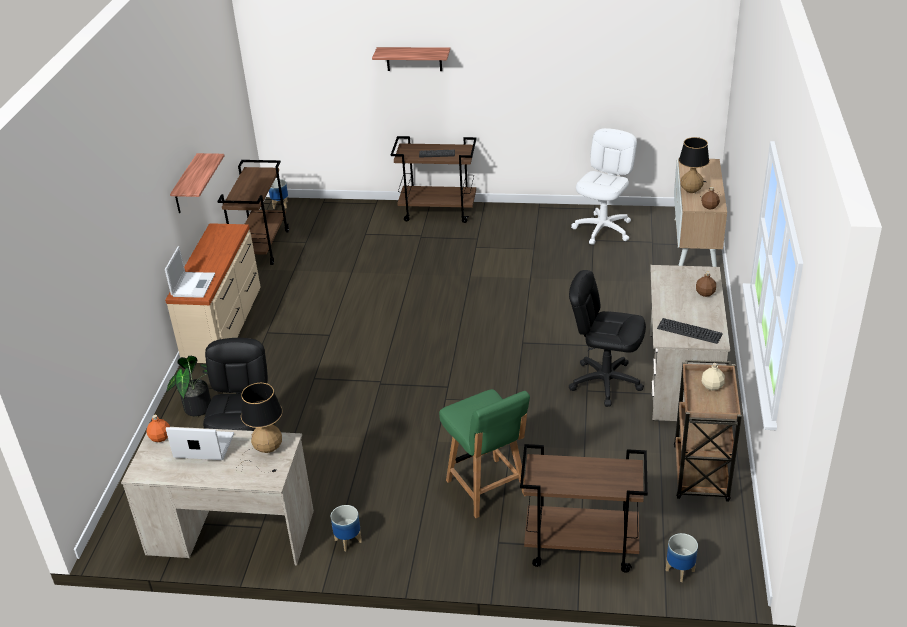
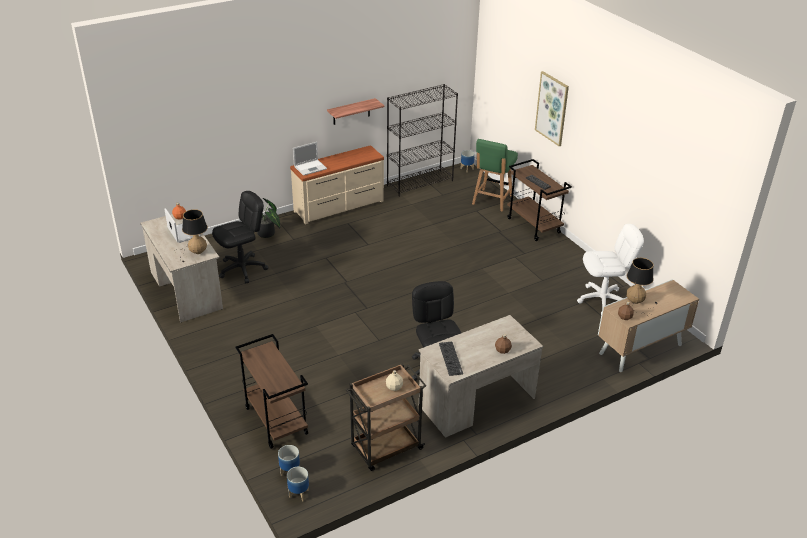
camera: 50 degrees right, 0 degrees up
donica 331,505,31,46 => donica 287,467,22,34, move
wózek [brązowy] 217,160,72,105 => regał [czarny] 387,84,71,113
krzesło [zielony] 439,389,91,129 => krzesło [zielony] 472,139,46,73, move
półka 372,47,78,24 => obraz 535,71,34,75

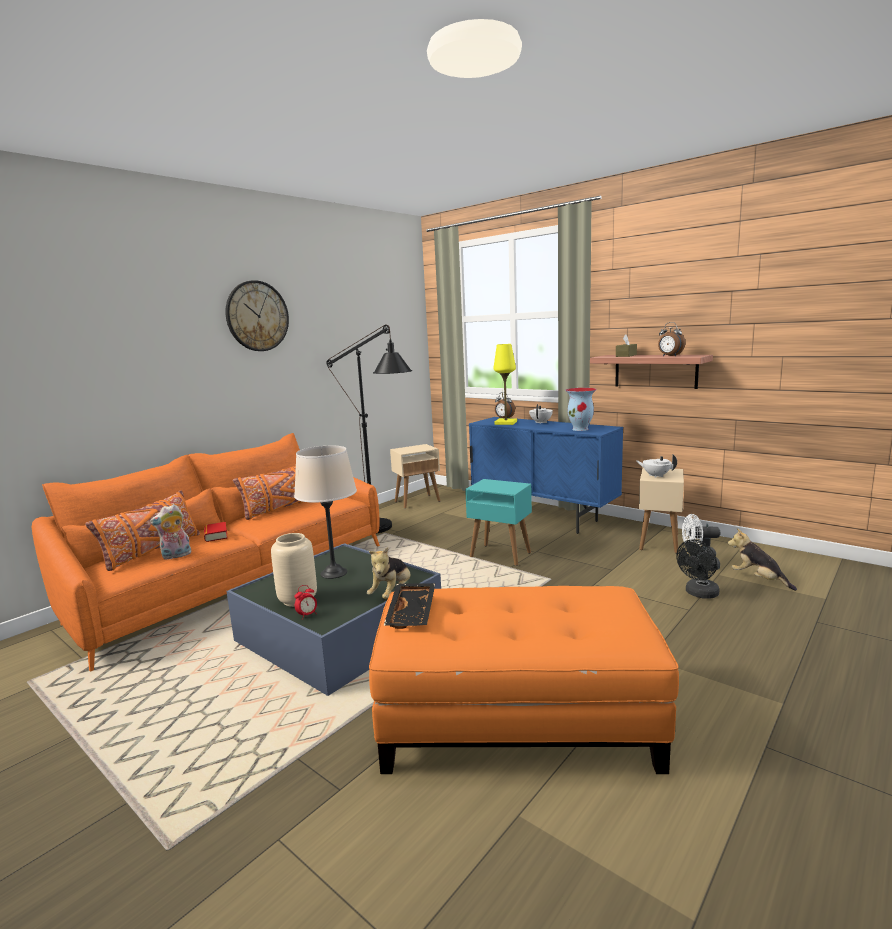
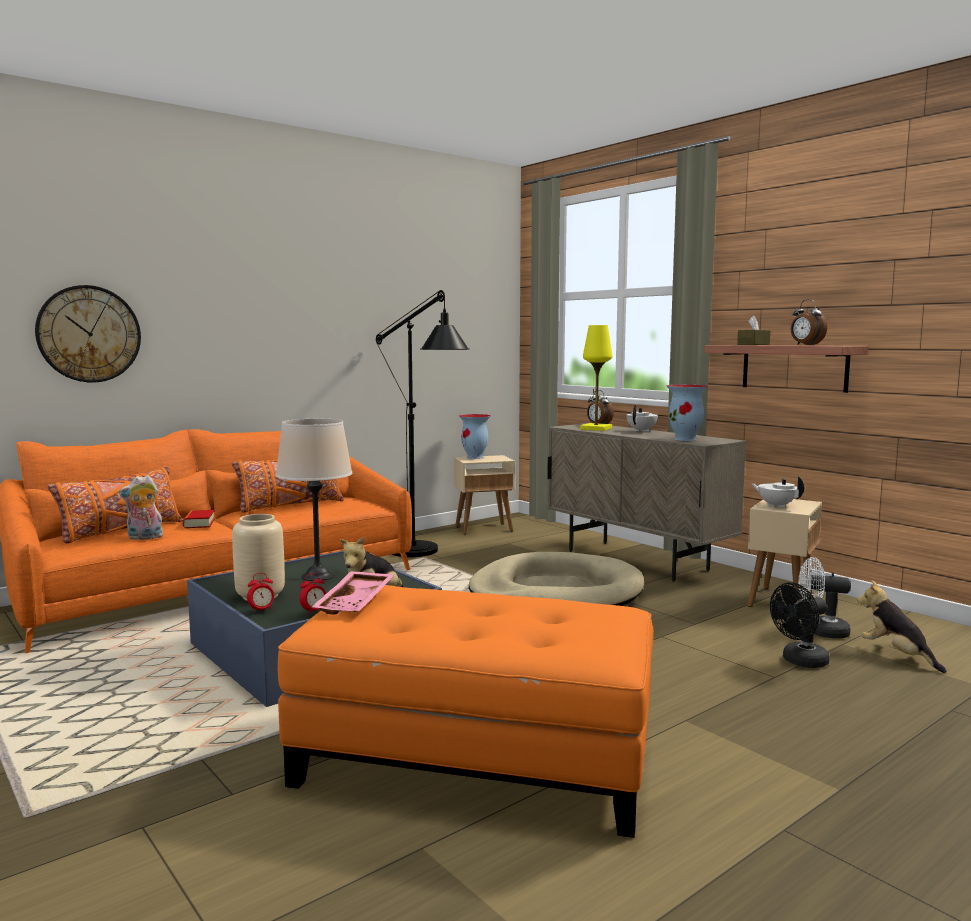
camera: 10 degrees right, 5 degrees down
zegar ścienny 225,280,64,71 => zegar ścienny 35,285,106,98, move
nothing => budzik 299,573,27,42
taca [czarny] 383,583,52,46 => taca [różowy] 312,571,82,44
nothing => wazon 459,414,32,45
stolik [turkusowy] 465,479,67,87 => legowisko [beżowy] 469,552,175,54
szafka [niebieski] 469,417,154,117 => szafka [beżowy] 547,423,199,159

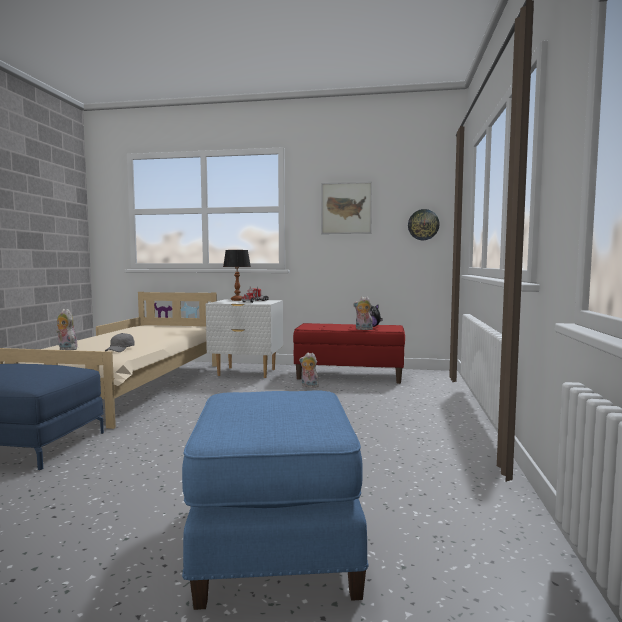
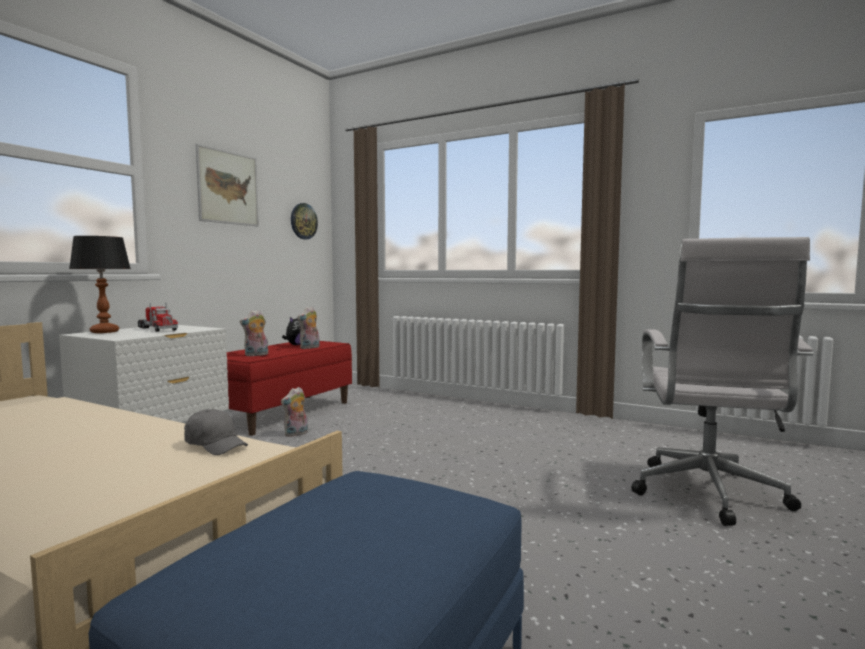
camera: 70 degrees left, 0 degrees up
pluszak 56,309,22,41 => pluszak 240,310,28,46, move
pufa [niebieski] 182,391,187,219 => krzesło biurowe [biały] 631,237,183,289

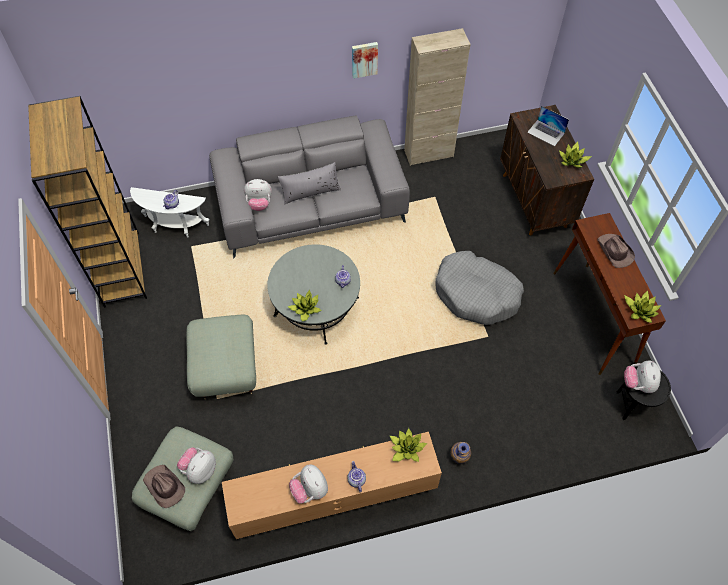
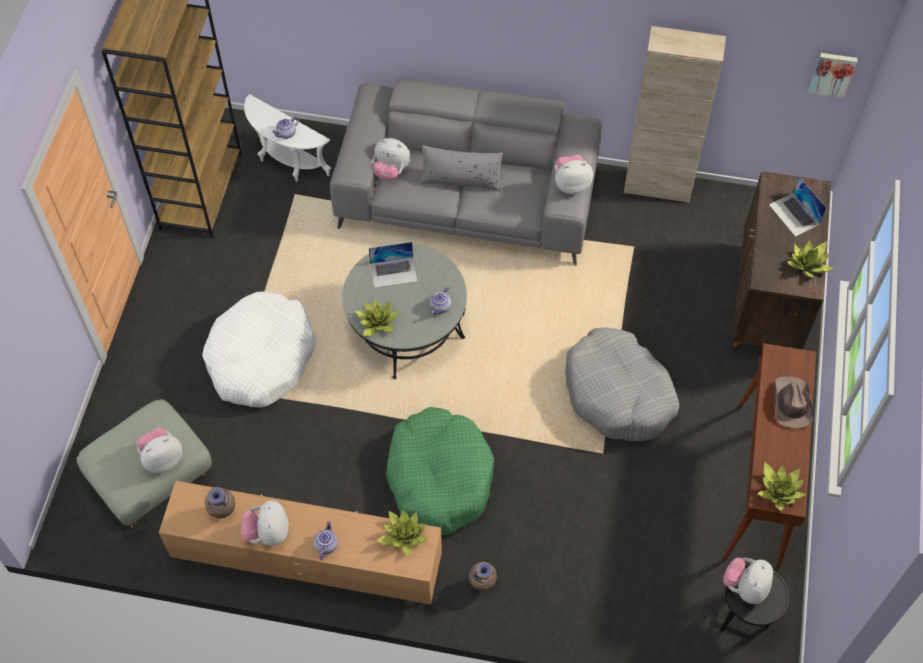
camera: 25 degrees right, 0 degrees up
pufa [szary] 186,315,70,85 => legowisko [biały] 202,291,114,117
nothing => wazon 205,487,30,31
nothing => laptop 369,242,49,46
nothing => legowisko [zielony] 386,407,108,128
nothing => pluszak 555,155,38,39
obraz 352,42,26,37 => obraz 809,53,48,45, move
kapelusz [brązowy] 143,465,42,43 => nothing

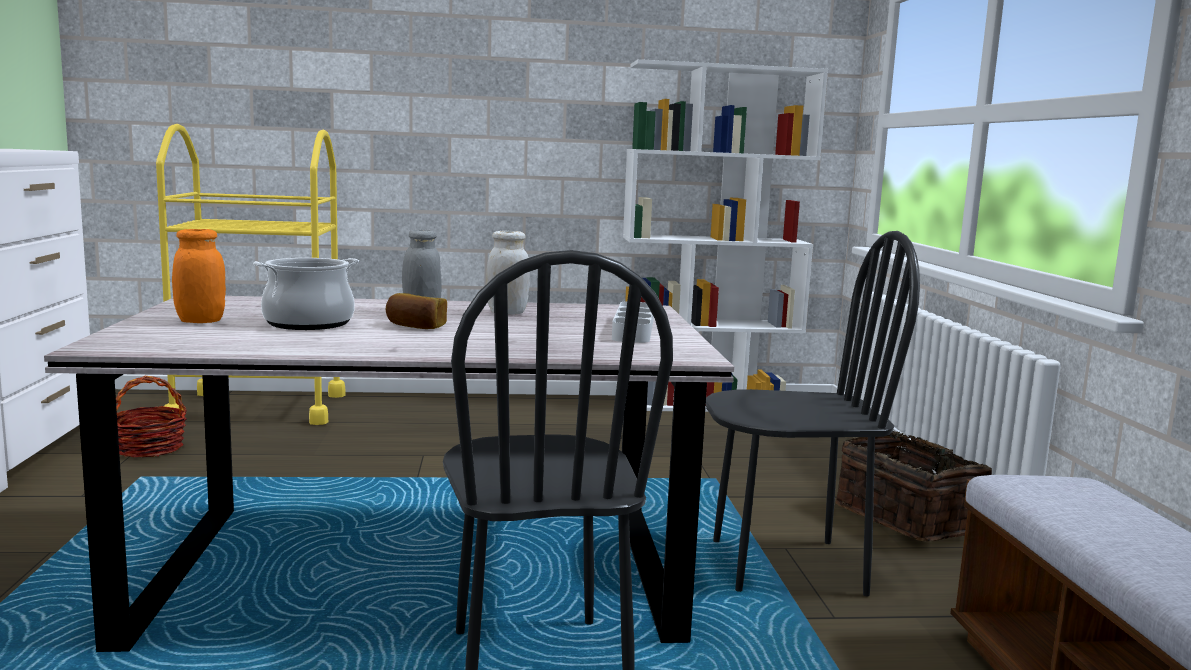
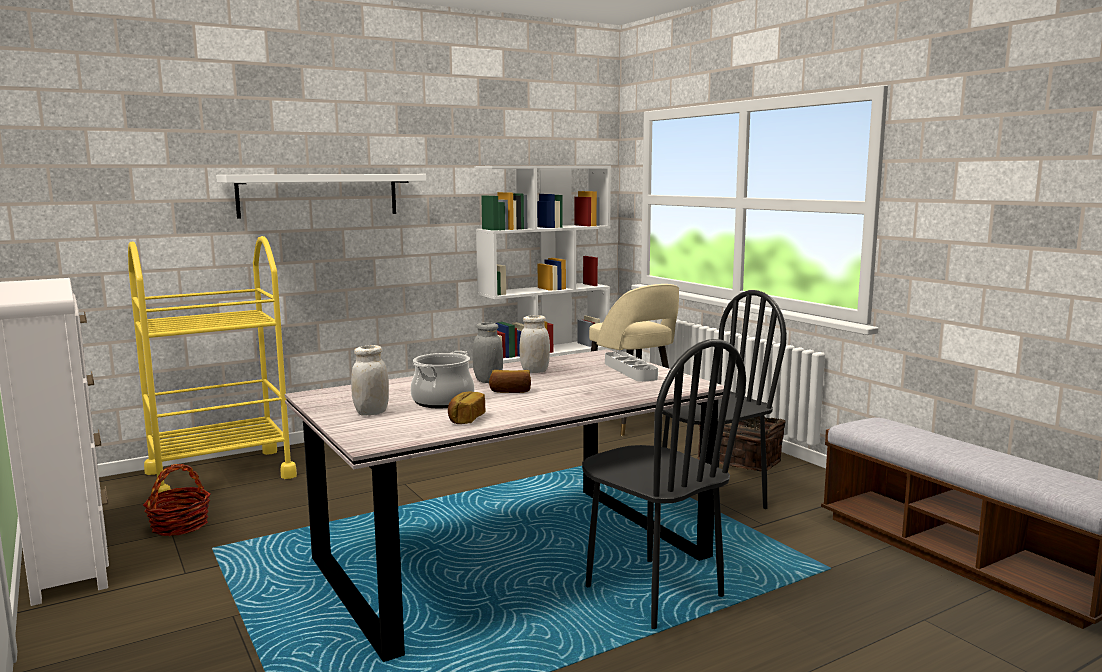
camera: 25 degrees left, 0 degrees up
nothing => półka [biały] 216,174,210,45
słoik [pomarańczowy] 172,229,54,94 => słoik [biały] 351,345,38,71
nothing => chleb 448,391,37,33
nothing => stołek [beżowy] 589,284,90,152

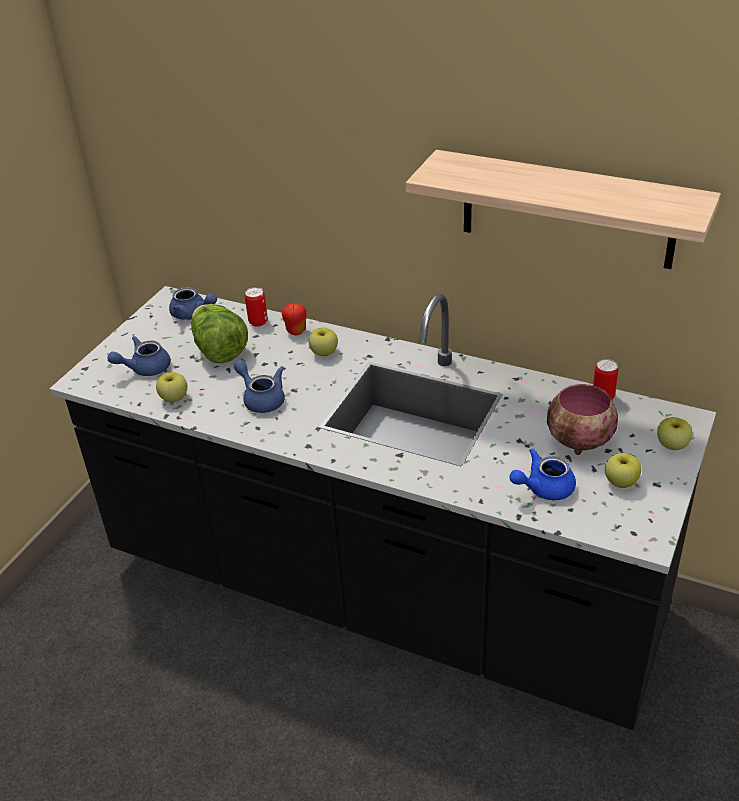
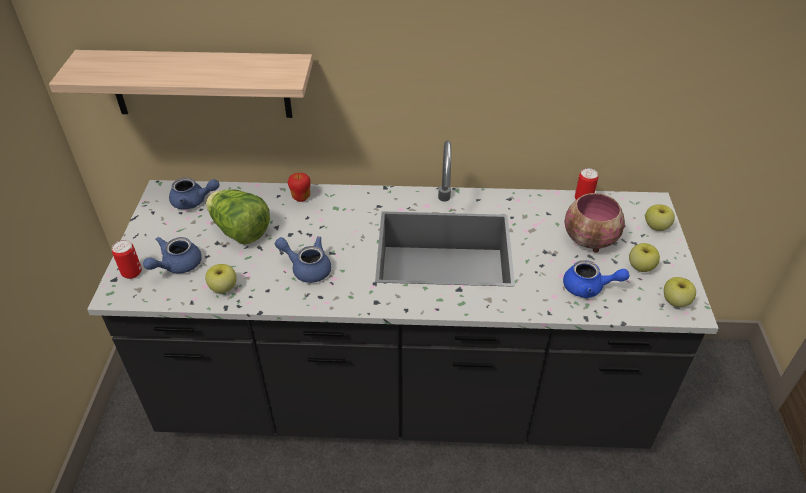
camera: 25 degrees left, 5 degrees up
półka 406,150,315,119 => półka 49,50,264,68, move
puszka 245,287,23,40 => puszka 112,240,30,39, move
imbryk [niebieski] 509,448,67,52 => imbryk [niebieski] 563,260,67,38, 120 degrees counterclockwise
jabłko 309,327,29,29 => jabłko 664,277,32,30, move

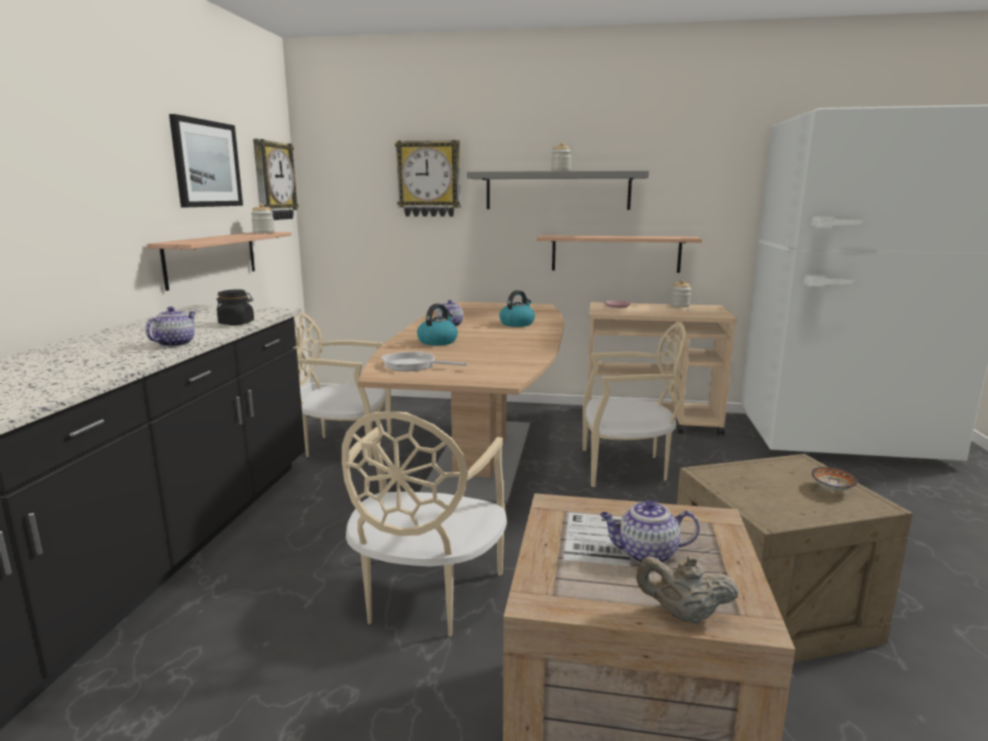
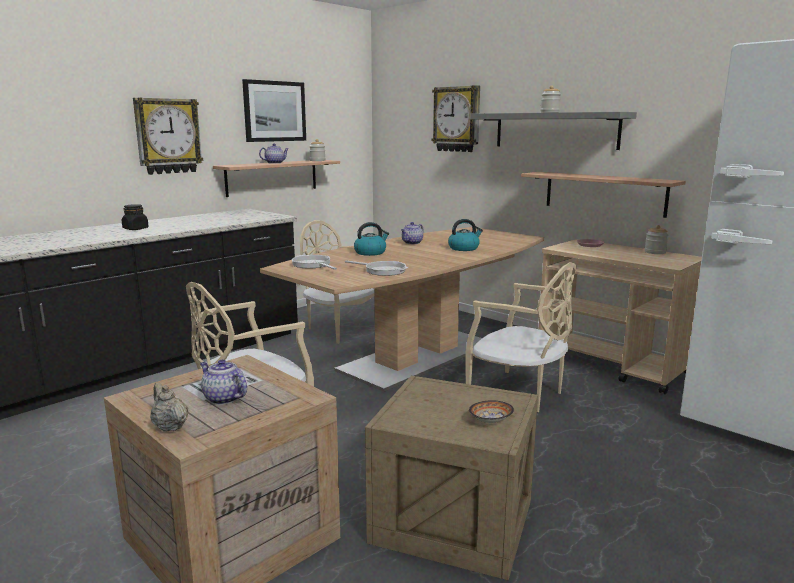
camera: 35 degrees right, 0 degrees up
słoik [czarny] 216,289,38,36 => słoik [czarny] 122,204,27,26, move
zegar ścienny 253,139,46,81 => zegar ścienny 133,98,70,77, move
imbryk 145,307,51,40 => imbryk 259,143,30,21, move
nothing => patelnia 345,260,63,16

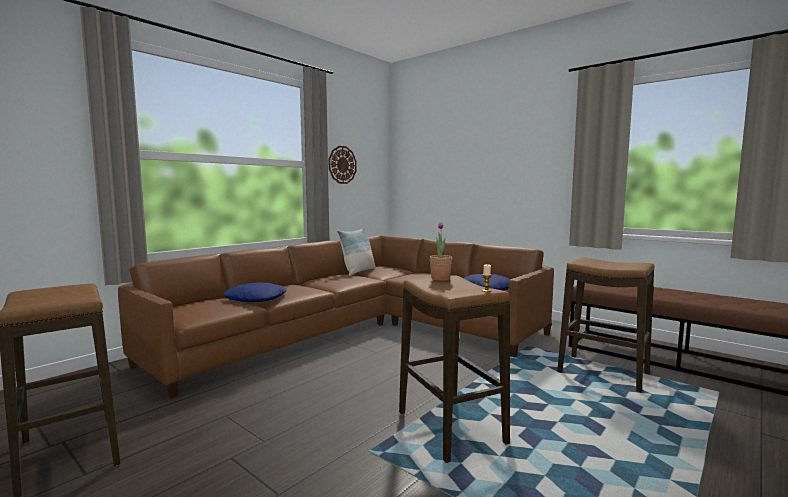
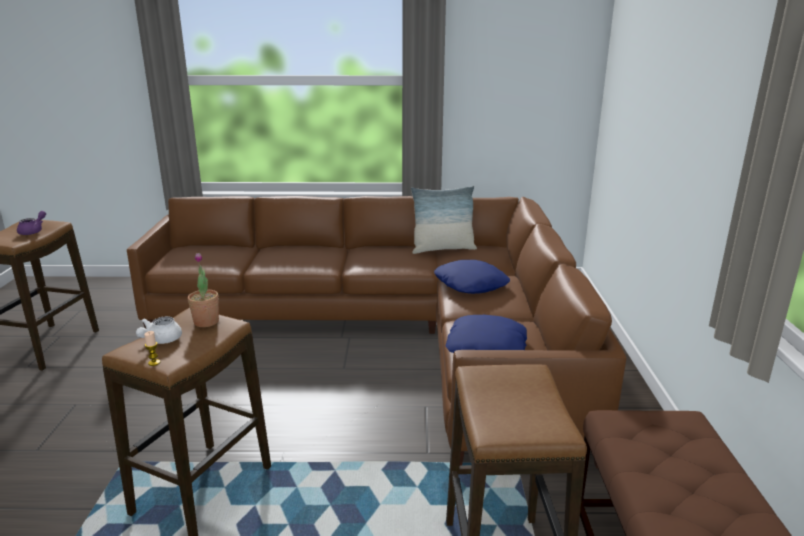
camera: 50 degrees right, 15 degrees up
nothing => imbryk [fioletowy] 17,211,29,24
nothing => imbryk [biały] 136,316,46,28
poduszka [niebieski] 224,282,63,20 => poduszka [niebieski] 434,260,76,34, move
zegar ścienny 329,146,28,38 => nothing

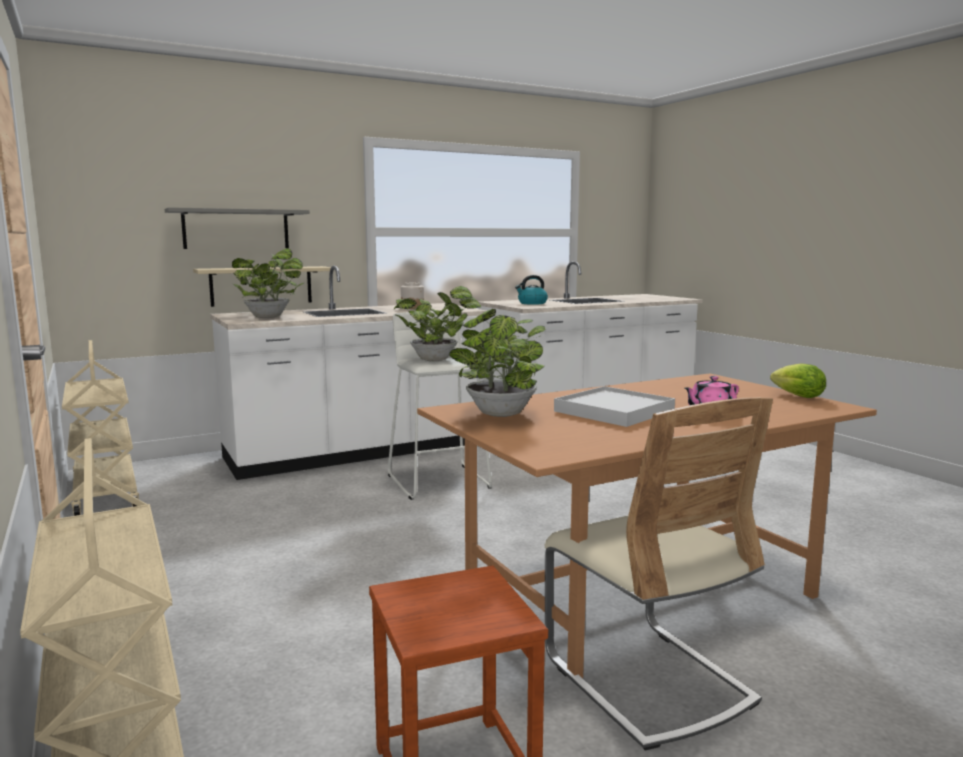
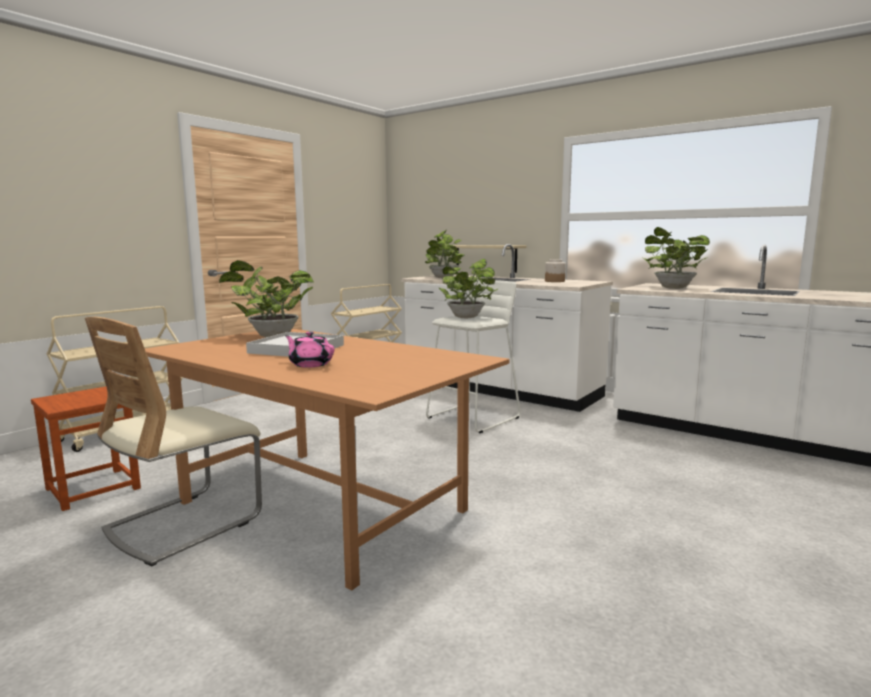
camera: 65 degrees right, 0 degrees up
czajnik 515,275,33,30 => roślina doniczkowa 641,227,69,62
półka [szary] 165,207,145,42 => nothing
sałata 770,363,56,35 => nothing

